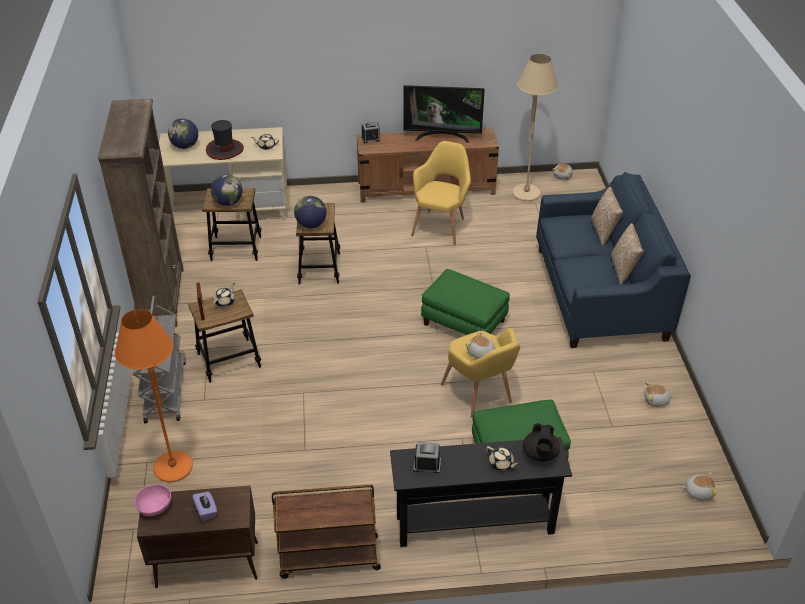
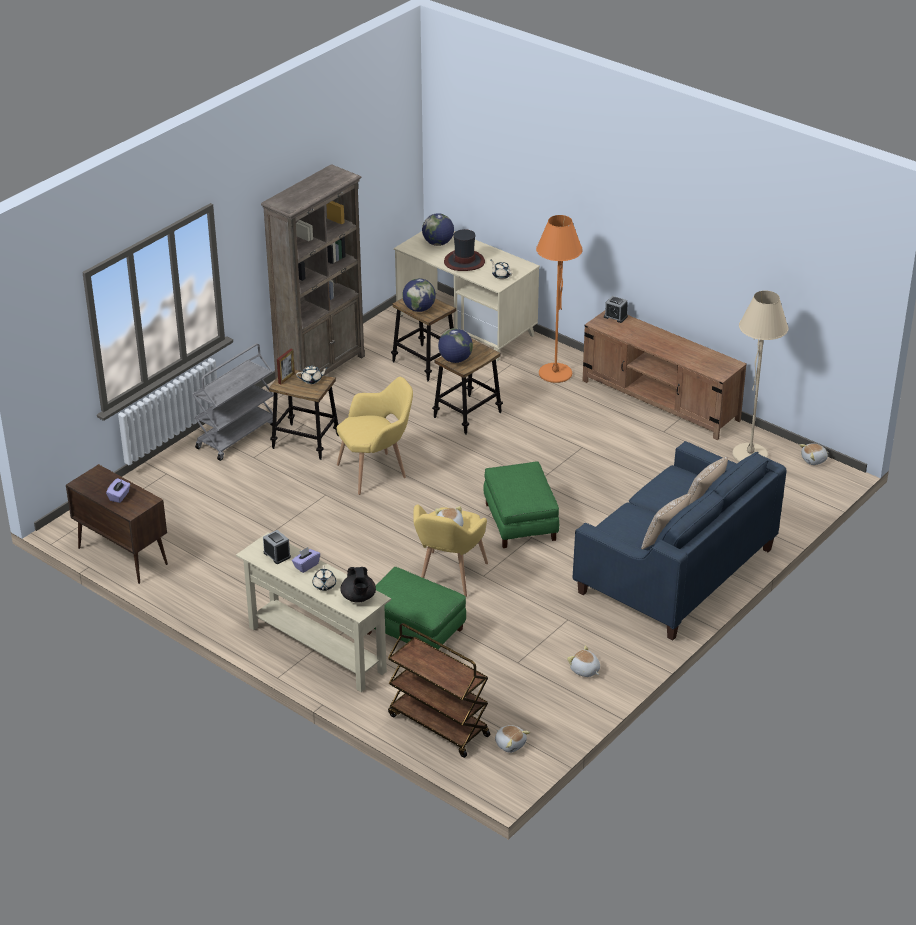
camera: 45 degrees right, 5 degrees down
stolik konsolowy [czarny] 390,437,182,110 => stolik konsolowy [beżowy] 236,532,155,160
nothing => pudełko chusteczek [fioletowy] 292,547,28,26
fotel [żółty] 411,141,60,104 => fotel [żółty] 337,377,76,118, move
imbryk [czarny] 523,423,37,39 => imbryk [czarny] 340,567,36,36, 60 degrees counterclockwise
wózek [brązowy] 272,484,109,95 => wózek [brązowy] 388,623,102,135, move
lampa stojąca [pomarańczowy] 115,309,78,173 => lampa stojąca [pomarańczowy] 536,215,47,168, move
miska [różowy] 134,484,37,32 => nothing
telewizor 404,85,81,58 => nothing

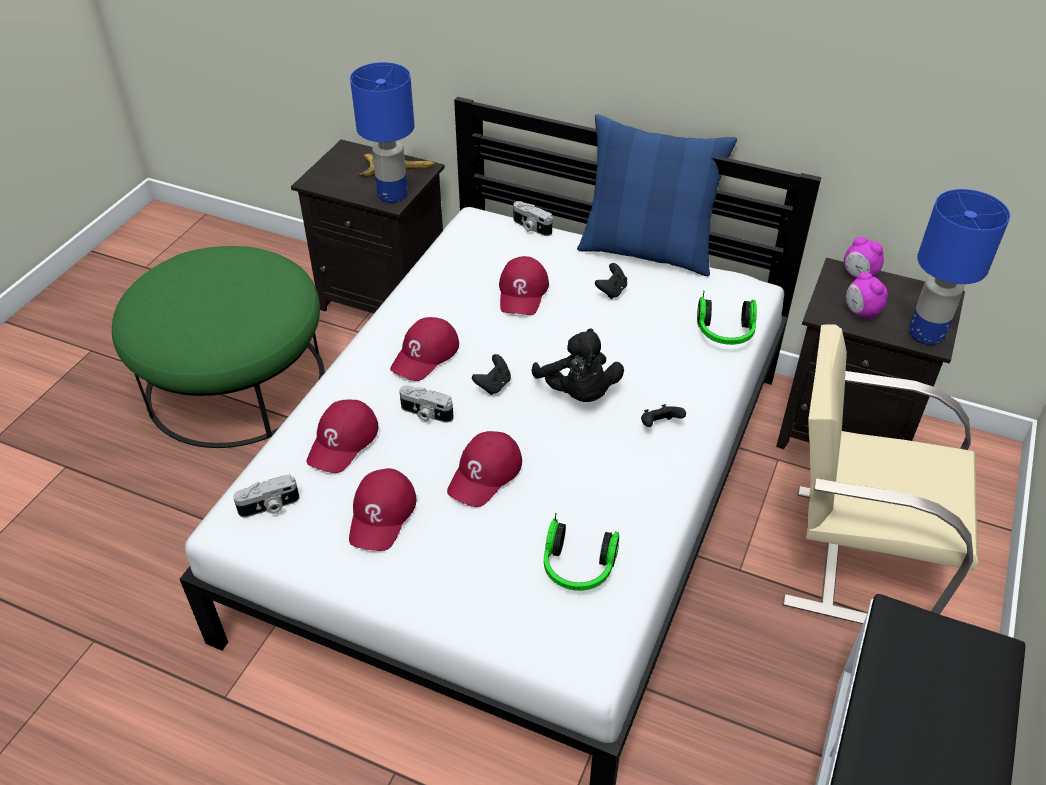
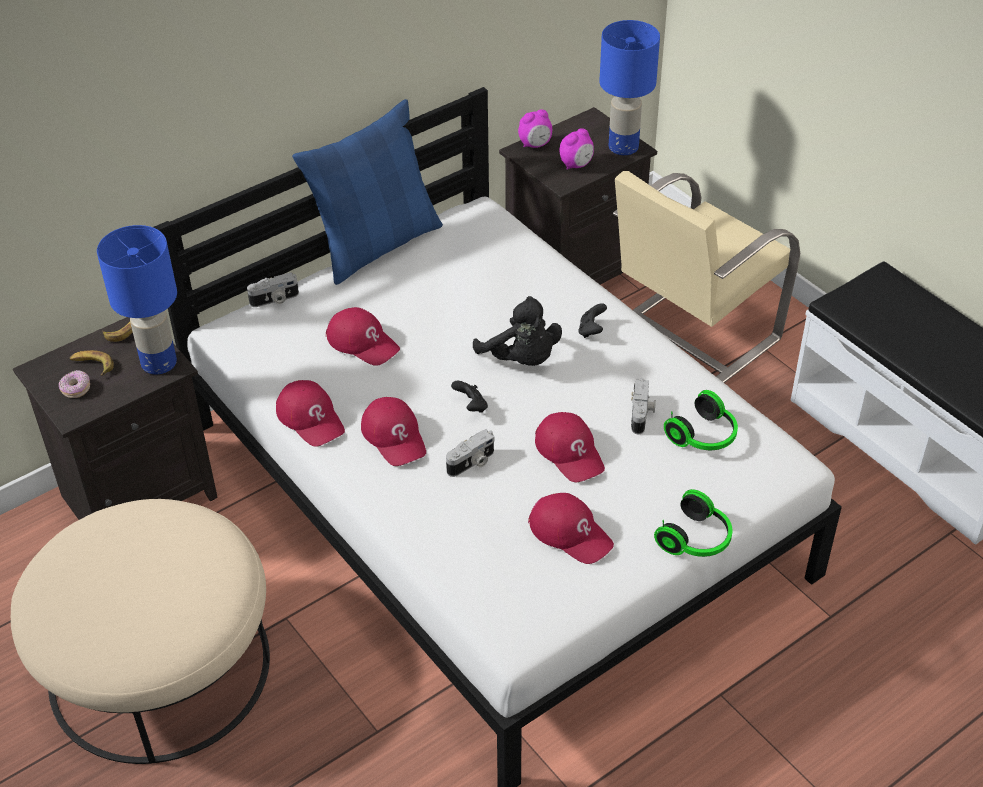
camera: 60 degrees left, 0 degrees up
pufa [zielony] 112,246,213,202 => pufa [beżowy] 11,499,259,265
nothing => donut 59,370,31,28
czapka z daszkiem [czerwony] 307,400,71,73 => czapka z daszkiem [czerwony] 276,380,69,67, move
pluszak [czarny] 532,328,92,74 => pluszak [czarny] 473,296,89,70, 45 degrees clockwise
budzik 846,272,42,49 => budzik 560,128,34,42, 45 degrees counterclockwise
aparat fotograficzny 233,475,66,43 => aparat fotograficzny 631,378,25,56, move
słuchawki 697,290,60,55 => słuchawki 654,489,78,68, move
pad do gier [czarny] 595,263,32,36 => nothing

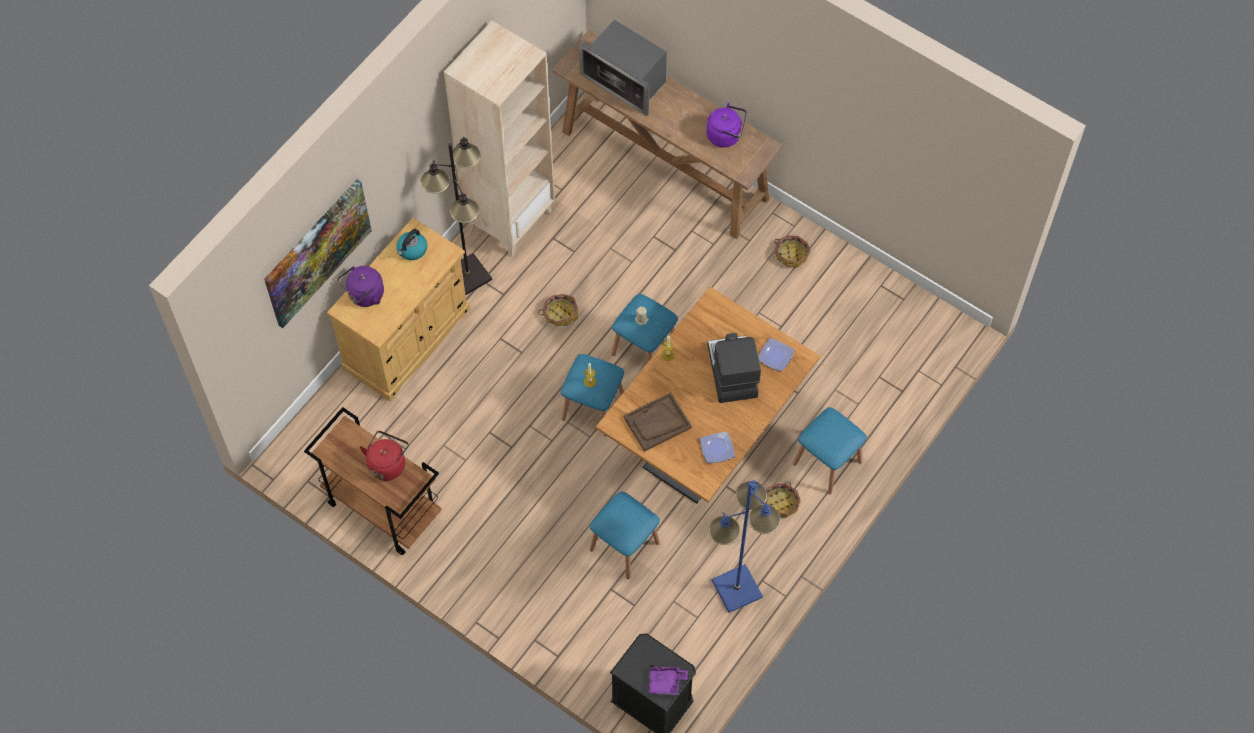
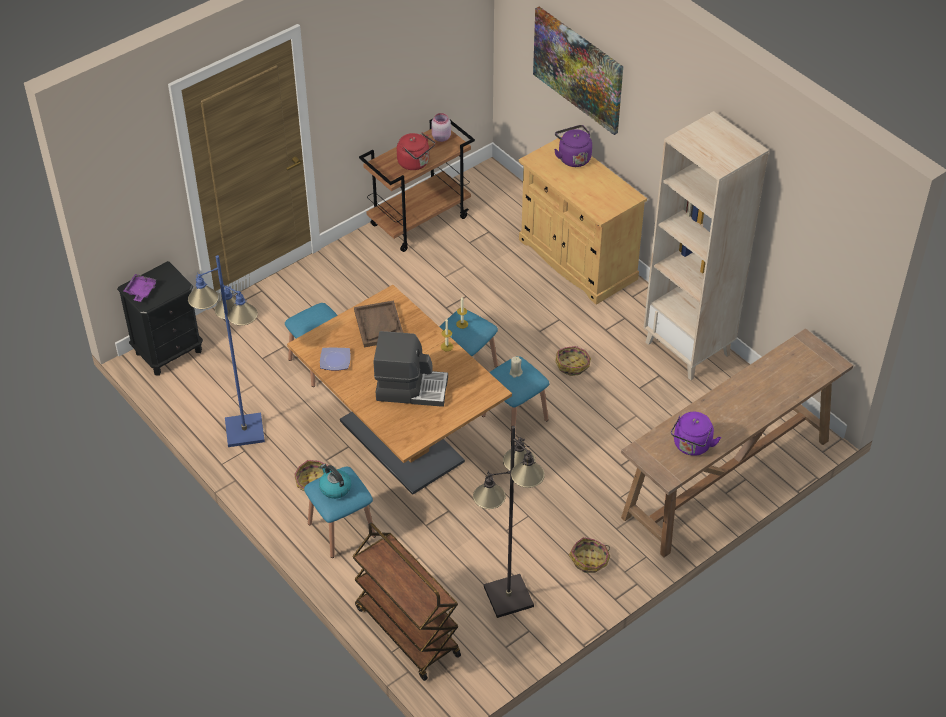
camera: 105 degrees right, 15 degrees down
czajnik 396,229,31,31 => czajnik 319,464,32,35, move
nothing => wózek [brązowy] 352,523,109,158
nothing => słoik [różowy] 431,113,20,29
lampa stojąca [czarny] 421,137,71,158 => lampa stojąca [czarny] 473,426,72,192, move
mikrofalówka 579,20,88,96 => nothing
talerz 758,338,37,33 => nothing

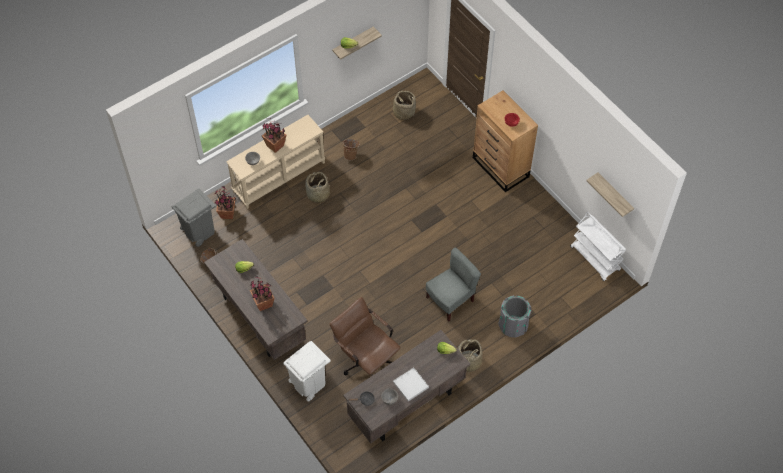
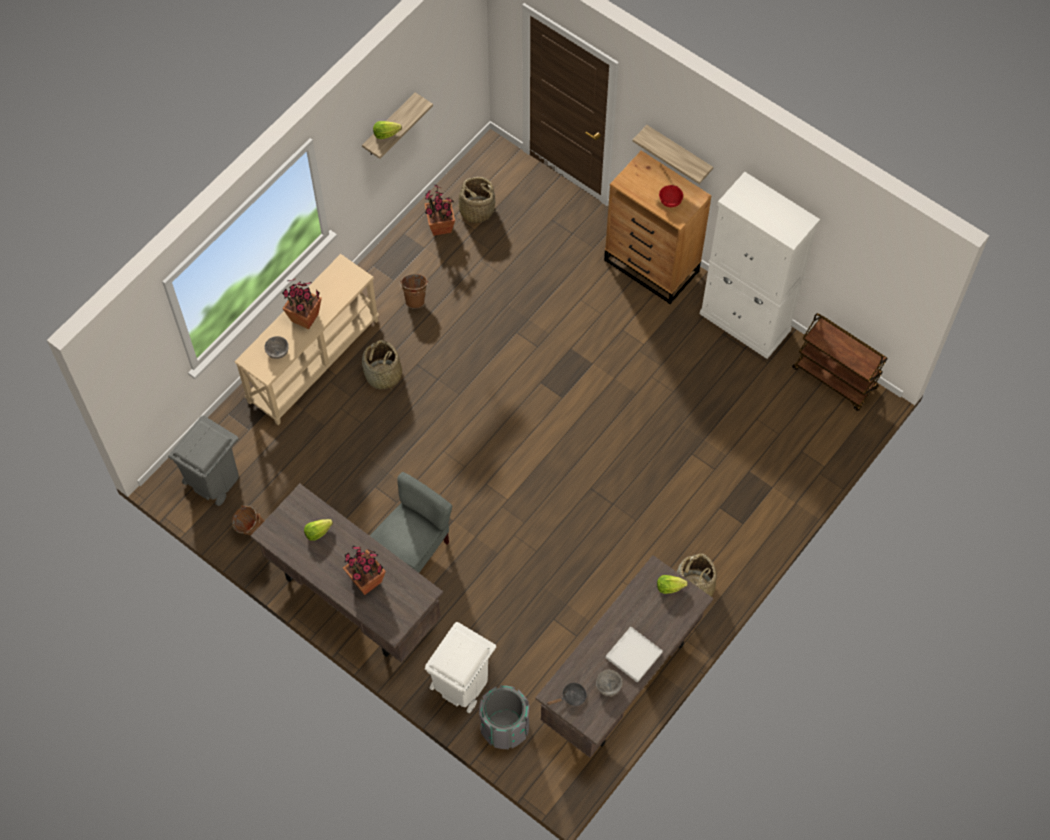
camera: 15 degrees left, 5 degrees up
krzesło [szary] 426,248,55,74 => krzesło [szary] 370,472,83,101, move
roślina doniczkowa 215,186,21,33 => roślina doniczkowa 424,185,31,51, move
kosz na śmieci [szary] 498,295,34,42 => kosz na śmieci [szary] 479,685,50,64, move
półka 586,173,48,44 => półka 633,125,80,59, move
nothing => szafka [biały] 700,172,120,187
wózek [biały] 570,212,56,69 => wózek [brązowy] 792,313,96,98
krzesło biurowe [brązowy] 330,297,70,78 => nothing

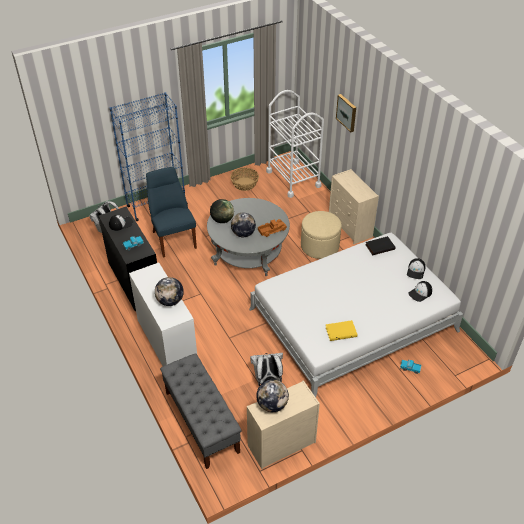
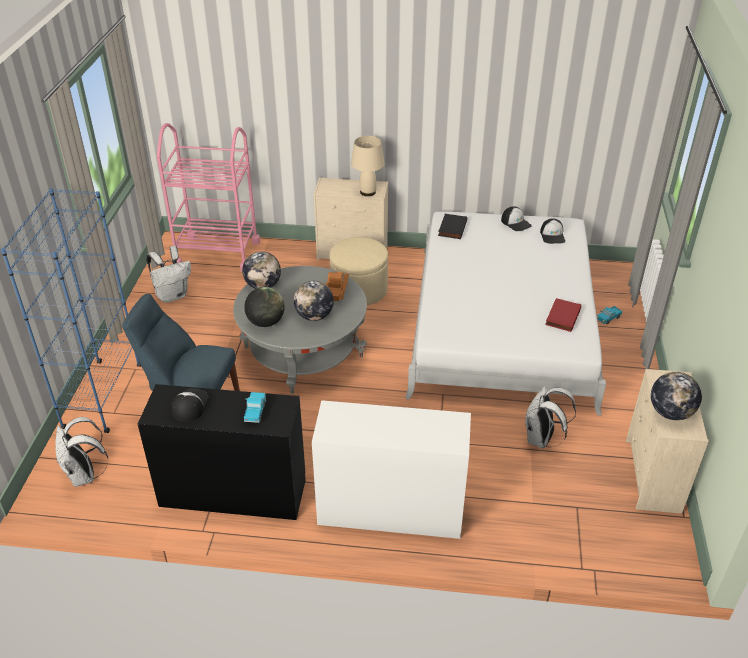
camera: 55 degrees left, 5 degrees down
koszyk 230,168,29,23 => plecak [biały] 146,246,45,57
wózek [biały] 266,90,58,108 => wózek [różowy] 157,123,103,149
globus 155,277,29,29 => globus 242,251,39,38, move
nothing => lampa stołowa [beżowy] 351,136,34,60
książka [żółty] 326,320,31,21 => książka [czerwony] 545,298,36,34
ławka [szary] 160,353,82,116 => nothing
obraz 336,94,20,38 => nothing

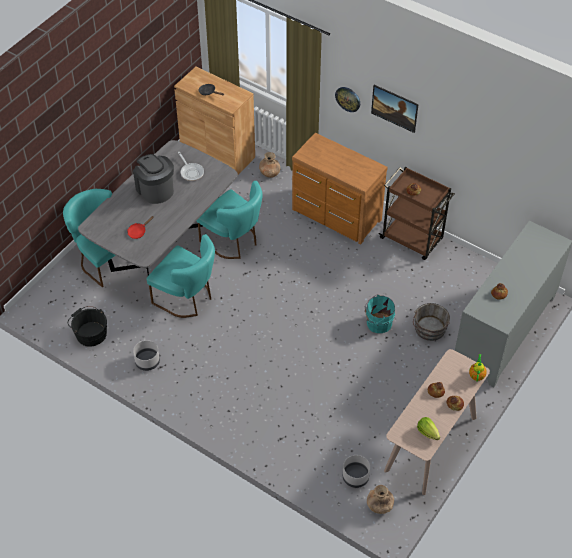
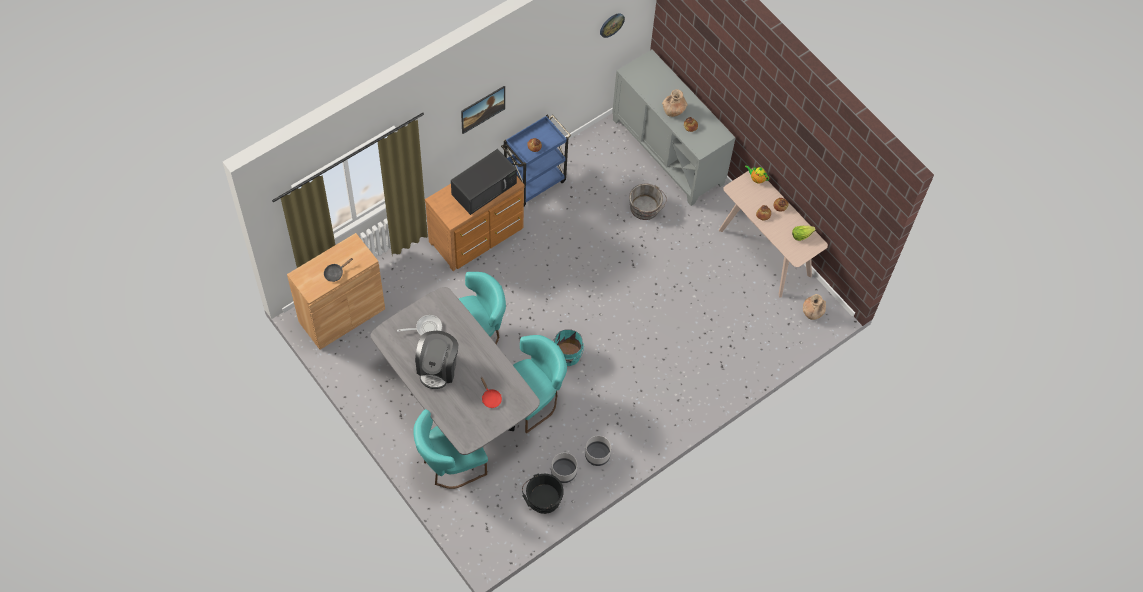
camera: 75 degrees left, 10 degrees up
ekspres do kawy 133,154,41,50 => ekspres do kawy 415,331,43,58, 60 degrees counterclockwise
nothing => mikrofalówka [czarny] 451,149,66,66
wózek [brązowy] 379,166,76,94 => wózek [niebieski] 501,115,70,92
donica [szary] 343,455,27,33 => donica [szary] 551,452,26,31, move
wiadro [turkusowy] 365,295,30,38 => wiadro [turkusowy] 553,330,31,36, move
zegar ścienny 335,87,25,25 => zegar ścienny 600,13,25,25, move
wazon [brązowy] 259,152,21,26 => wazon [brązowy] 662,89,26,28, move

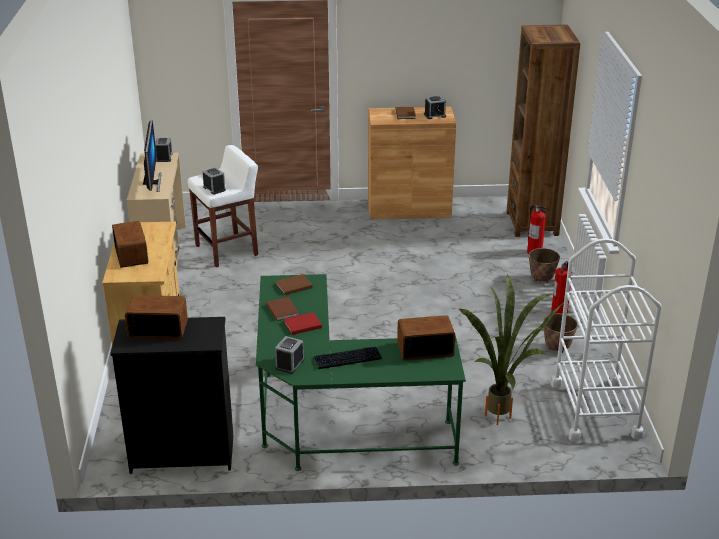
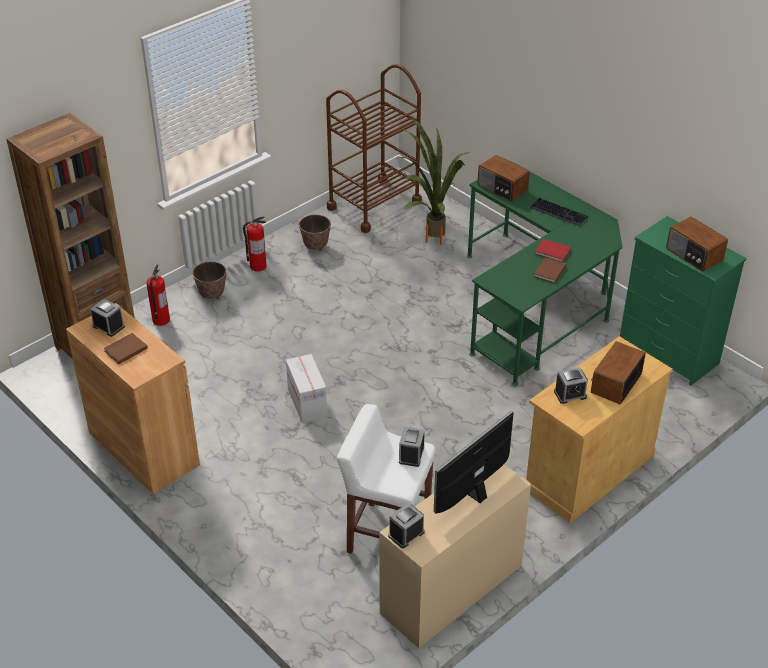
camera: 130 degrees left, 10 degrees up
nothing => karton 286,354,41,69
wózek [biały] 551,238,110,204 => wózek [brązowy] 326,64,96,169
budzik 275,336,29,38 => budzik 554,367,34,37, move
komoda [czarny] 110,317,123,157 => komoda [zielony] 620,216,127,170
książka [brązowy] 275,274,38,21 => nothing

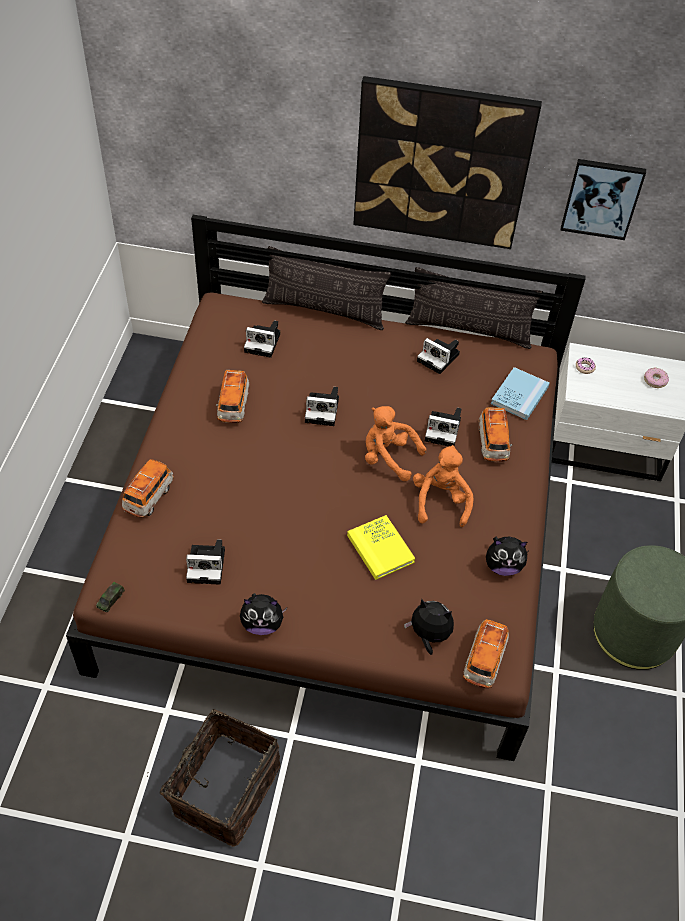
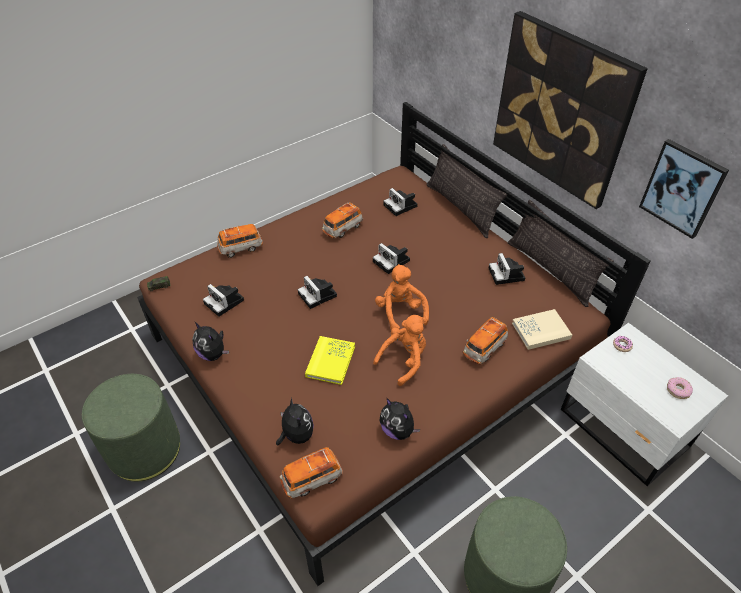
camera: 45 degrees right, 5 degrees down
koszyk 147,709,133,138 => pufa [zielony] 82,374,98,107
aparat fotograficzny 425,408,36,39 => aparat fotograficzny 298,276,39,33, move
książka [niebieski] 491,367,58,53 => książka [beżowy] 512,309,60,41

